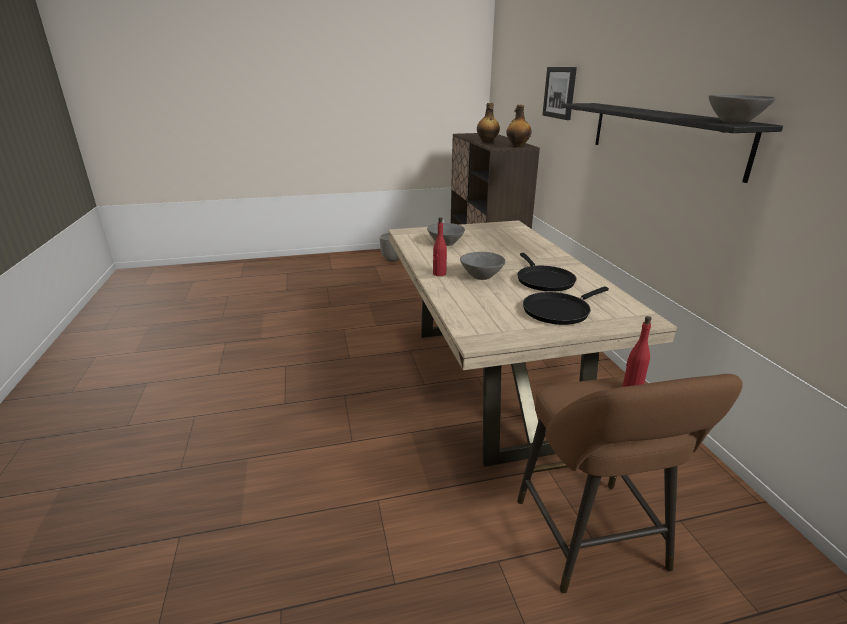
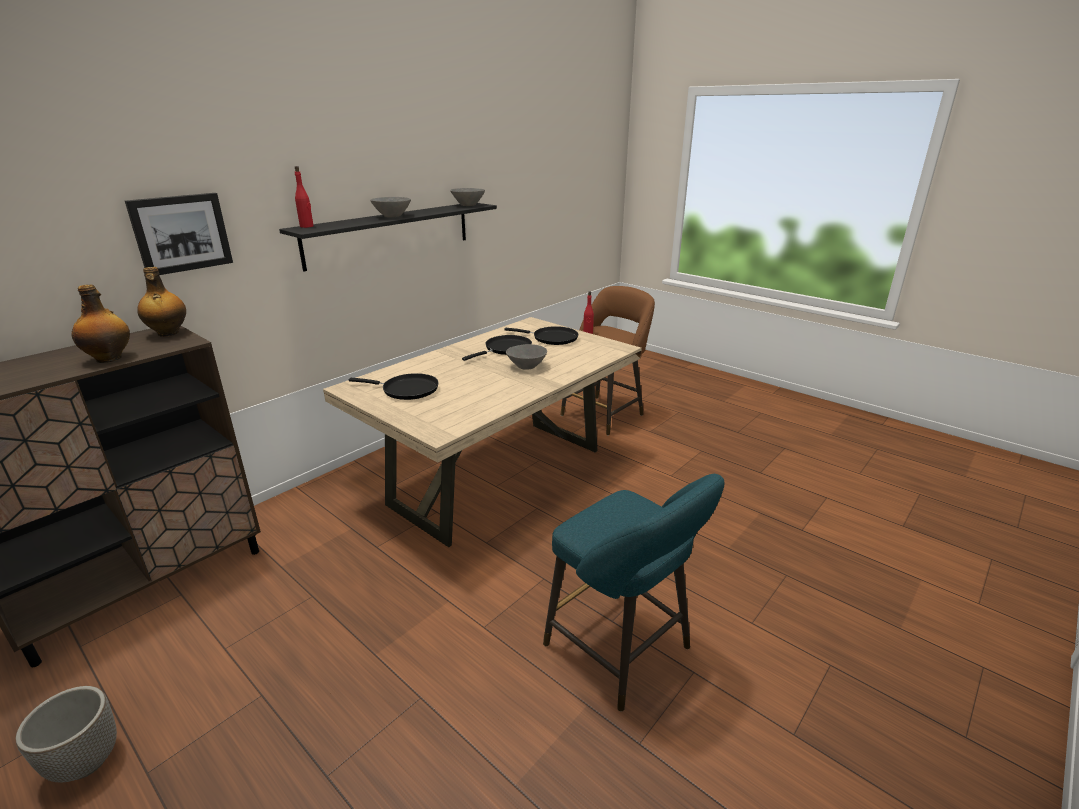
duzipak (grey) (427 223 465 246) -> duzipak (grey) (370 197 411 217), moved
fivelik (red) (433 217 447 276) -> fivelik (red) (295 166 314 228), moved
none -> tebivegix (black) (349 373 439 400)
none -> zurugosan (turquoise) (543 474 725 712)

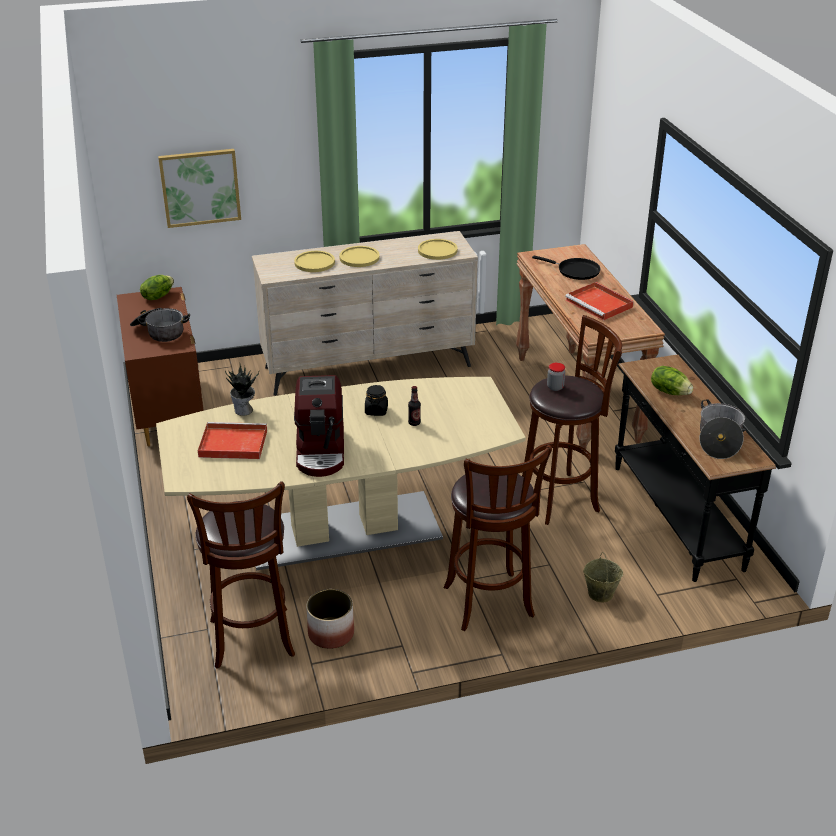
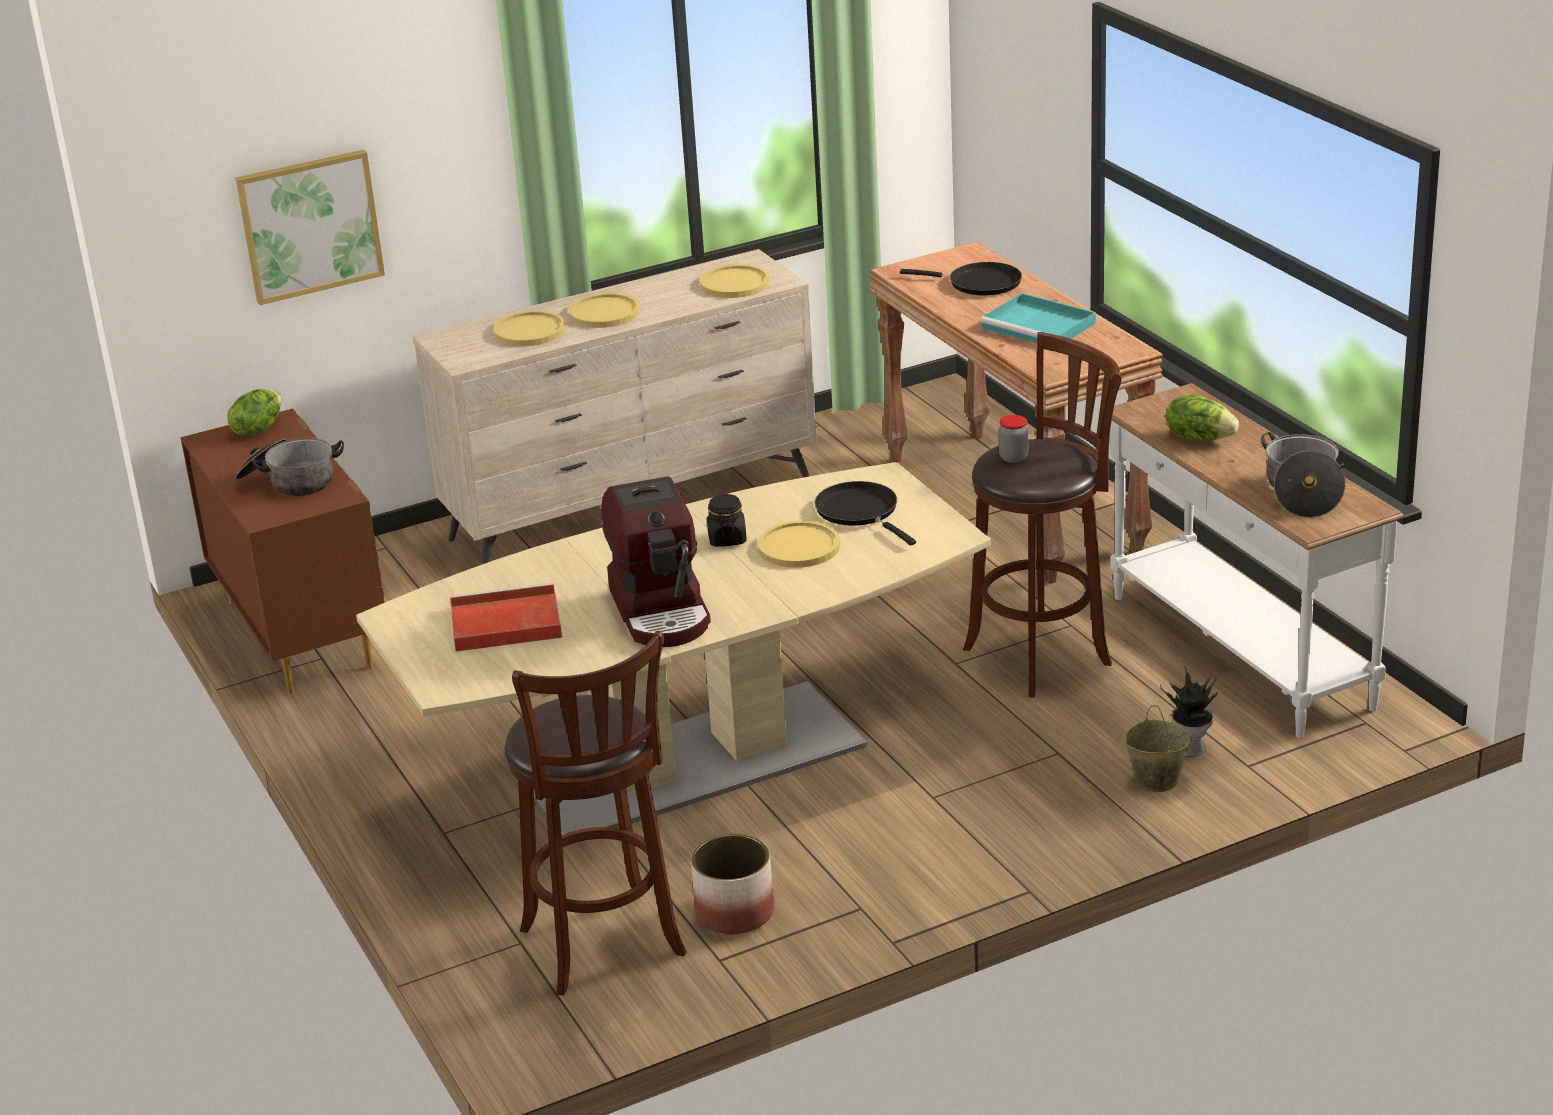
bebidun (225 365 259 416) -> bebidun (1160 667 1218 756), moved
fivelik (408 386 421 426) -> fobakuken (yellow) (758 521 840 568)
zurugosan (brown) (443 445 552 631) -> none
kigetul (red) (565 282 634 321) -> kigetul (turquoise) (980 293 1096 344)
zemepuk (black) (615 354 776 582) -> zemepuk (white) (1110 383 1404 738)
none -> tebivegix (black) (815 481 916 545)

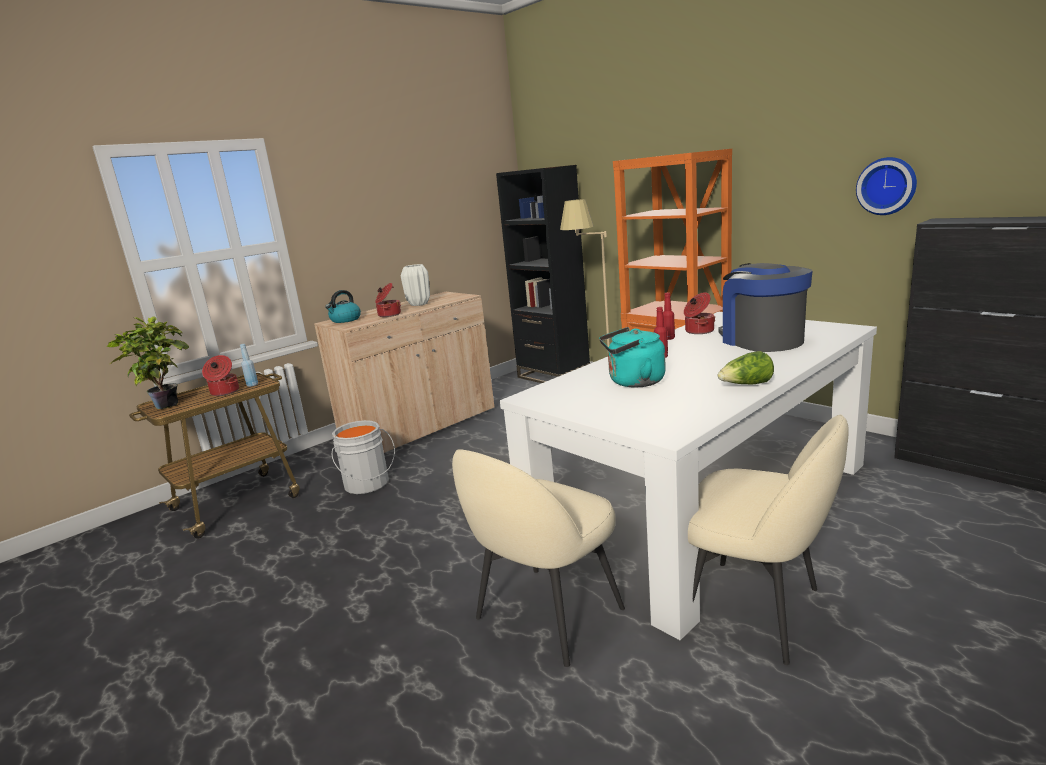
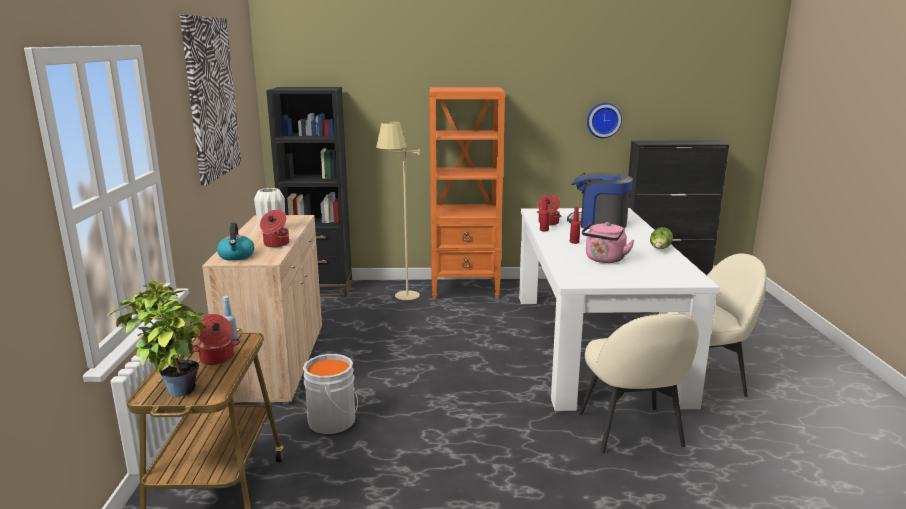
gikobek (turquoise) (599 327 666 388) -> gikobek (pink) (582 222 635 263)
none -> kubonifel (180 14 241 186)

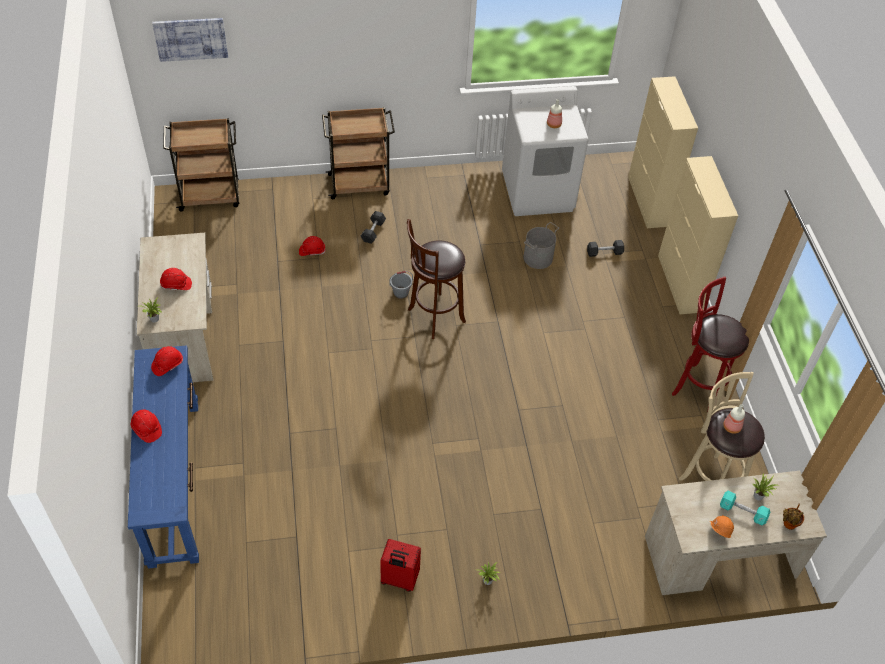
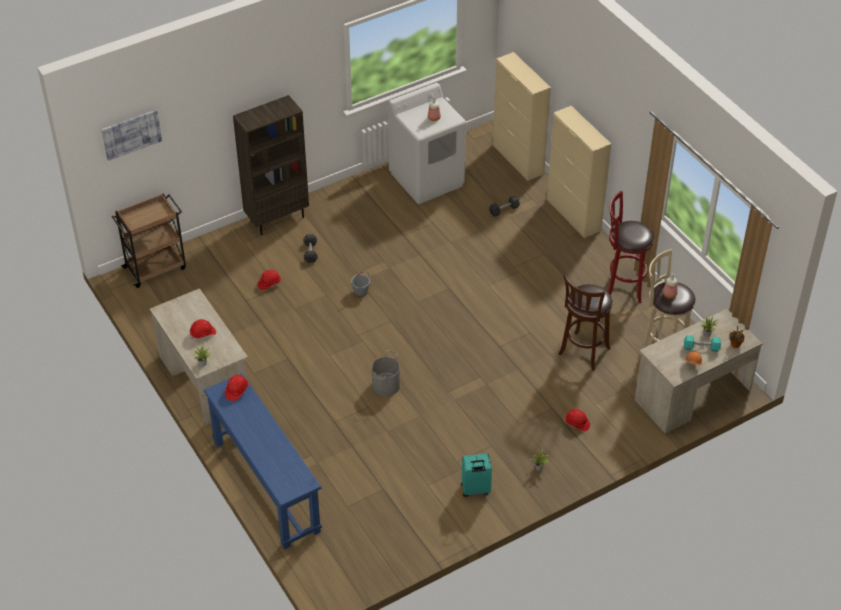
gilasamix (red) (131 409 162 443) -> gilasamix (red) (565 409 590 431), moved
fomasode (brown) (322 107 395 199) -> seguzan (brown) (233 95 309 235)
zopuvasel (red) (380 539 421 591) -> zopuvasel (turquoise) (461 453 492 497)
zurugosan (brown) (407 219 466 339) -> zurugosan (brown) (558 274 612 371), moved
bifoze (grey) (524 222 559 269) -> bifoze (grey) (372 350 400 396), moved

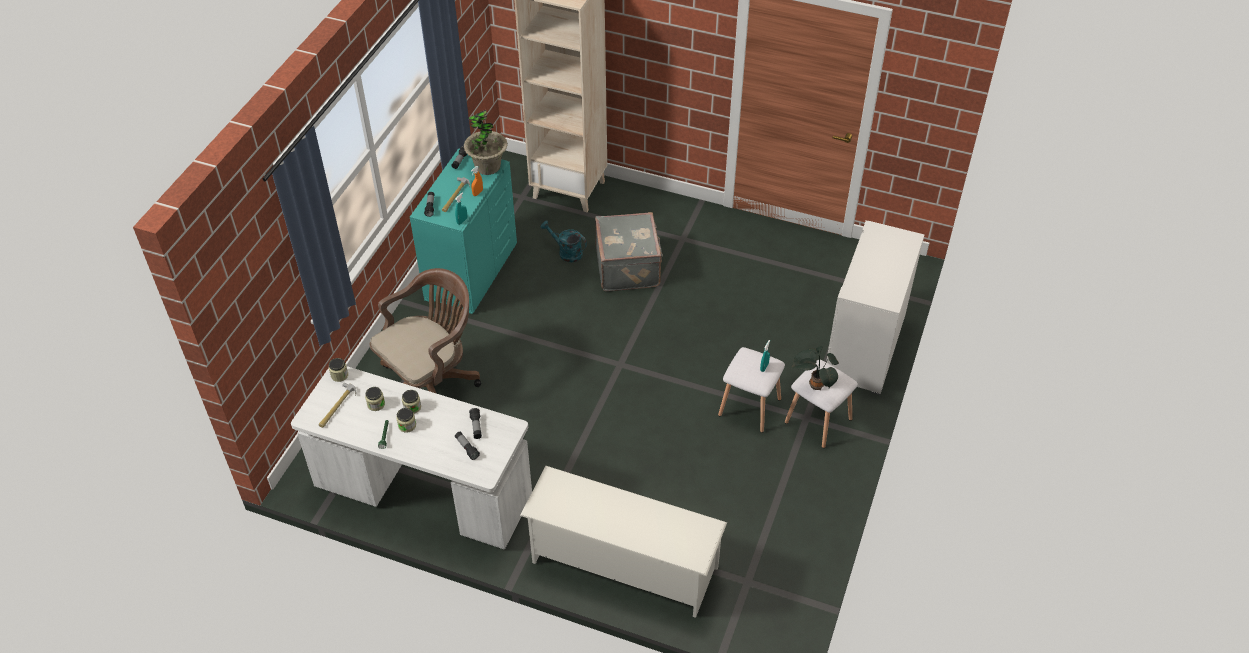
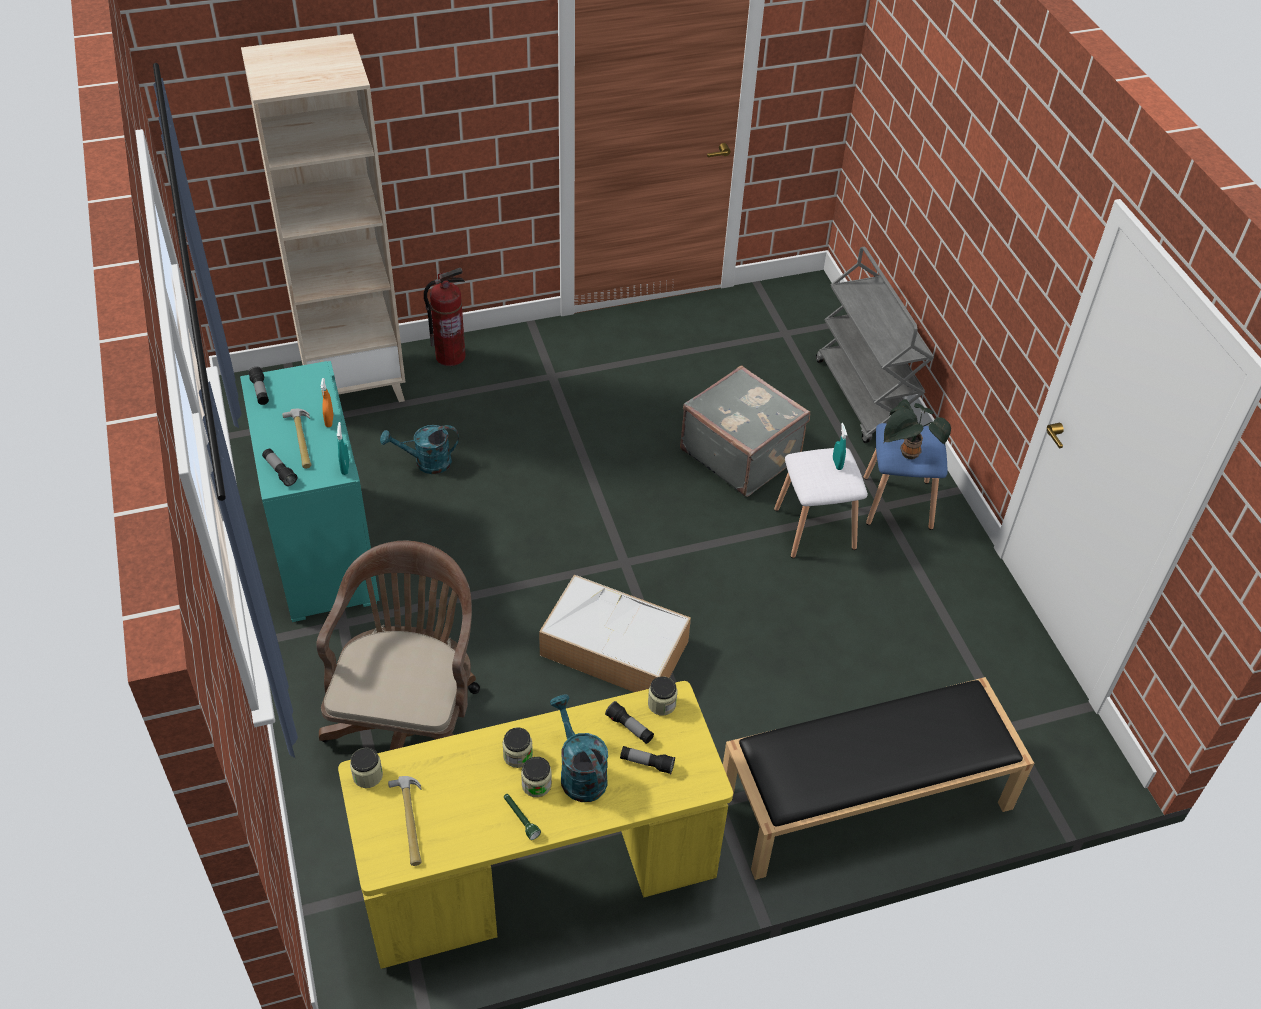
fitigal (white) (291 366 532 550) -> fitigal (yellow) (338 681 733 969)
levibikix (365 387 385 411) -> levibikix (648 676 677 716), moved
bebidun (464 110 508 175) -> none
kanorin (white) (520 466 727 618) -> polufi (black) (723 677 1034 880)
zopuvasel (grey) (595 212 663 291) -> zopuvasel (grey) (680 365 810 497), moved
zurugosan (white) (785 360 858 448) -> zurugosan (blue) (864 423 947 530)
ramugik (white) (826 220 924 395) -> fomasode (grey) (816 246 934 443)
none -> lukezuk (424 268 466 366)
none -> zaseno (539 575 691 692)
none -> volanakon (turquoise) (550 694 608 802)

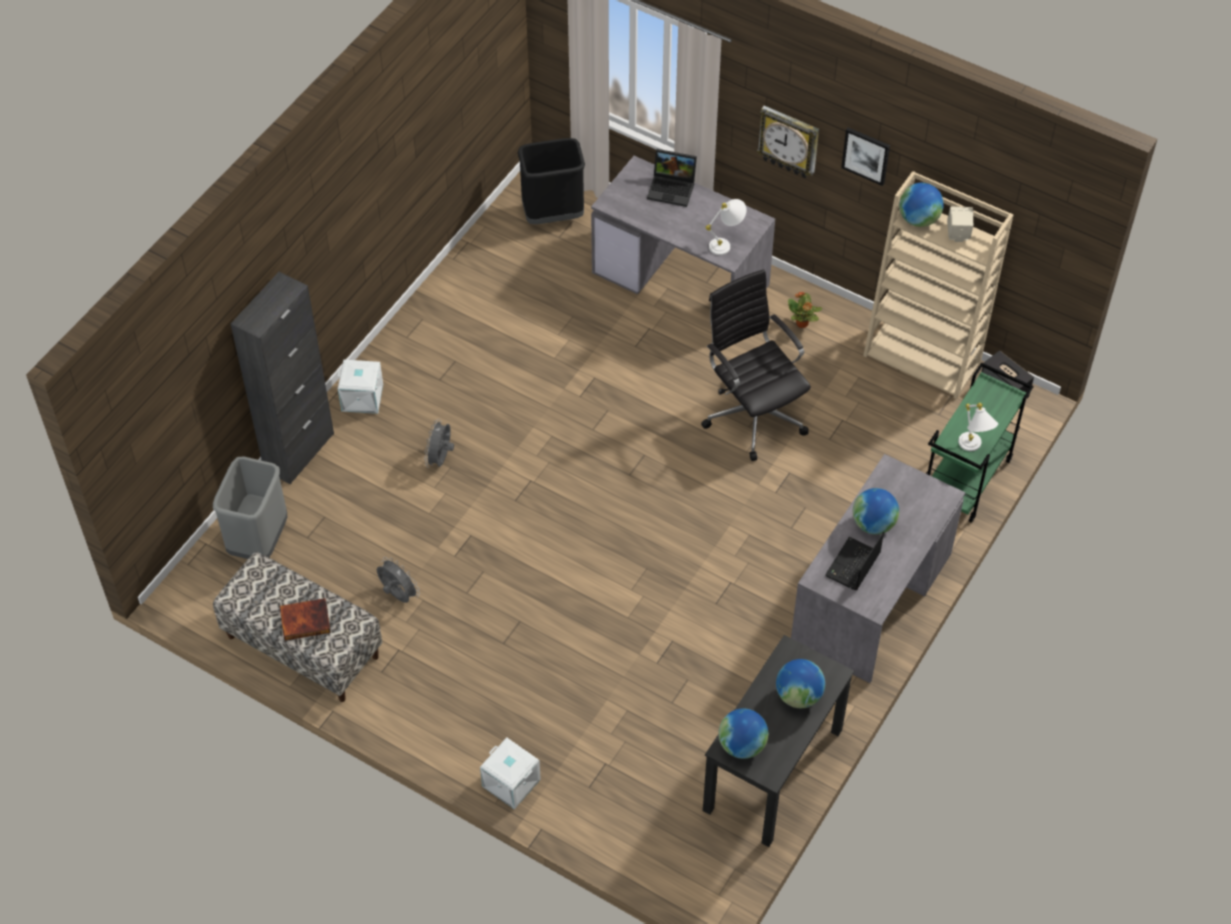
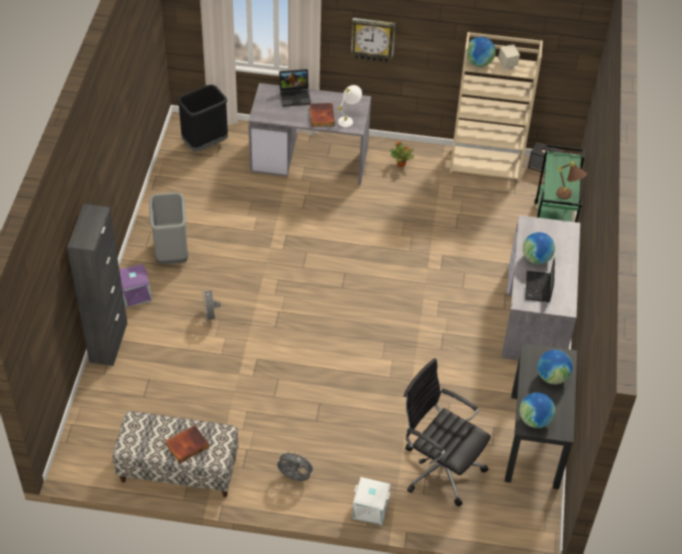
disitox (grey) (213 456 287 559) -> disitox (grey) (149 193 188 264), moved
zaseno (white) (337 360 383 414) -> zaseno (purple) (119 264 152 307)
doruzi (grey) (377 557 420 603) -> doruzi (grey) (277 450 315 481), moved
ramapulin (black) (701 269 811 461) -> ramapulin (black) (404 358 491 507), moved
kubonifel (841 127 890 186) -> none
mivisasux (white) (958 403 998 452) -> mivisasux (brown) (556 161 587 199)
none -> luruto (309 103 335 127)

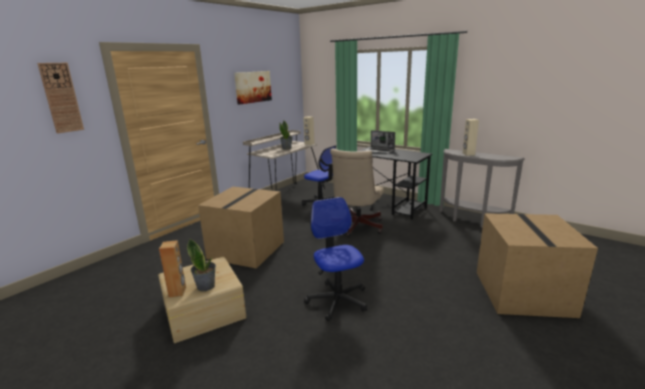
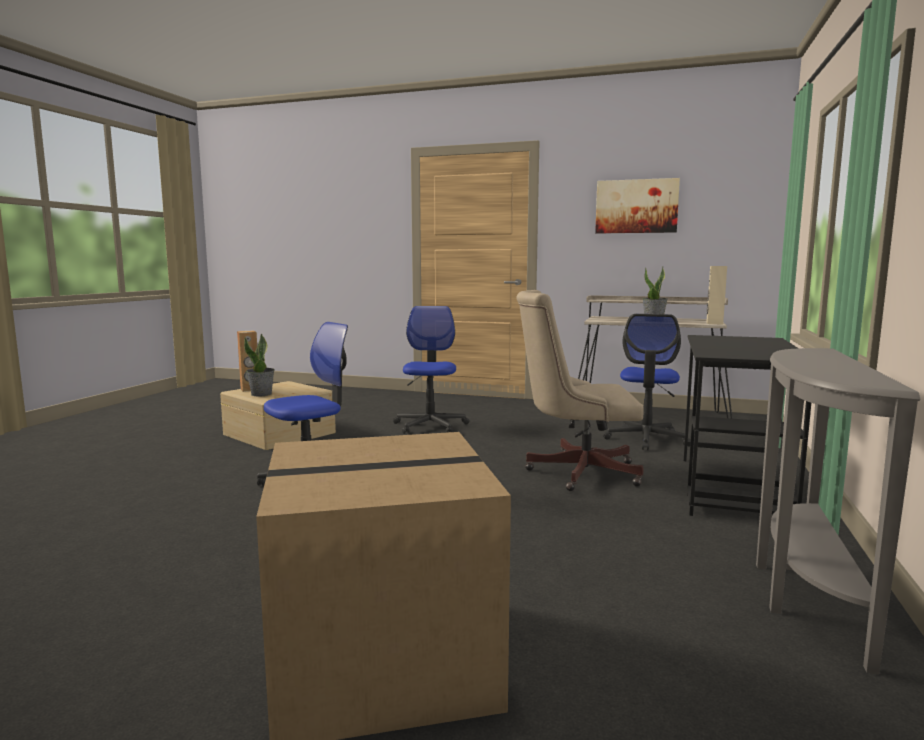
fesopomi (37 63 84 133) -> none
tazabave (198 187 284 269) -> ramapulin (393 306 469 434)
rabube (364 130 395 154) -> none
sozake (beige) (463 119 479 156) -> none

